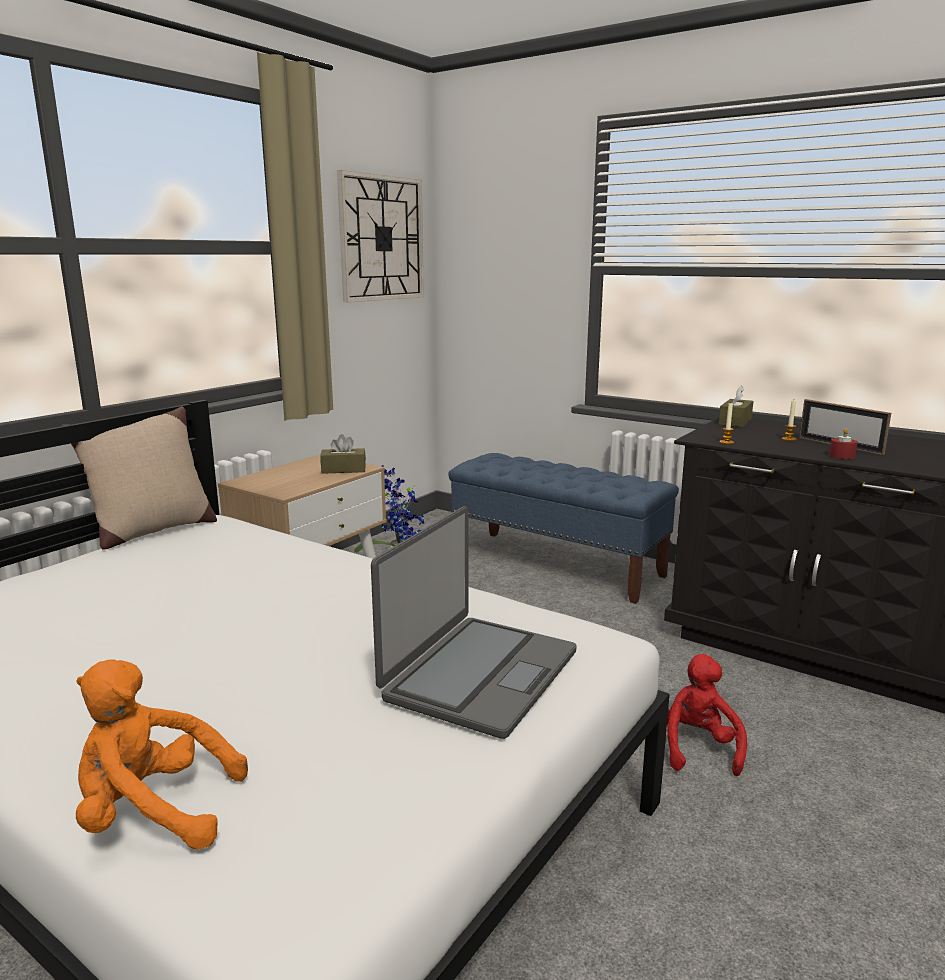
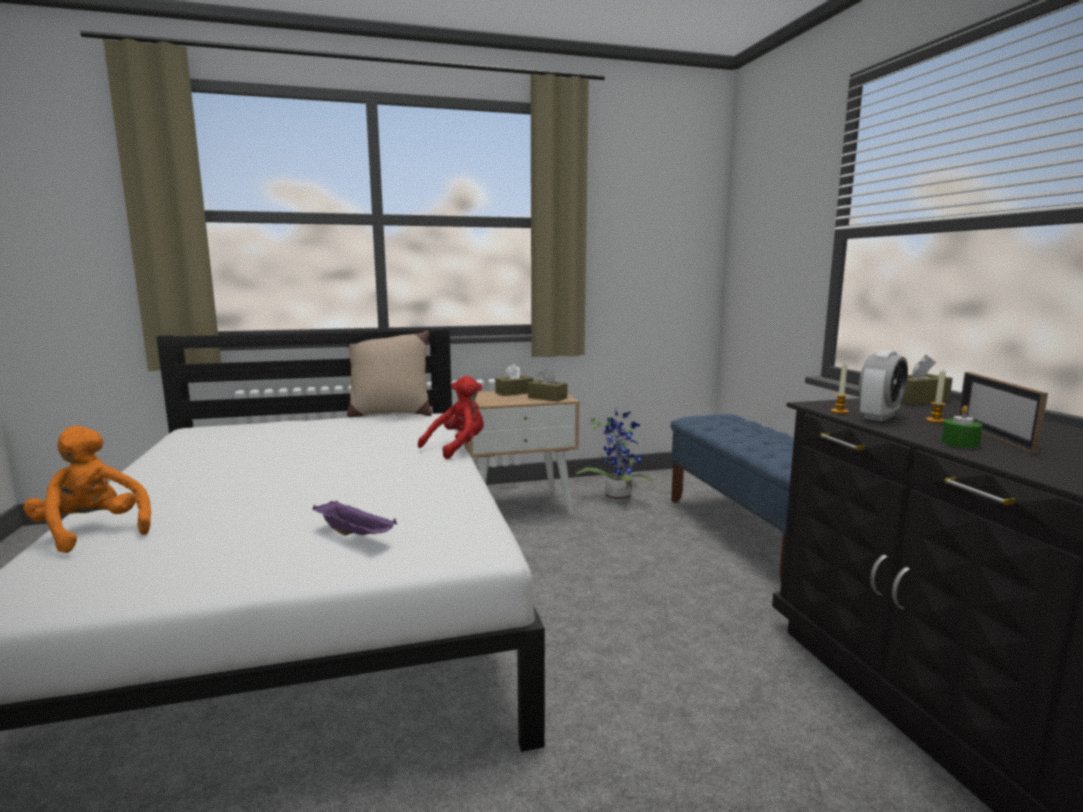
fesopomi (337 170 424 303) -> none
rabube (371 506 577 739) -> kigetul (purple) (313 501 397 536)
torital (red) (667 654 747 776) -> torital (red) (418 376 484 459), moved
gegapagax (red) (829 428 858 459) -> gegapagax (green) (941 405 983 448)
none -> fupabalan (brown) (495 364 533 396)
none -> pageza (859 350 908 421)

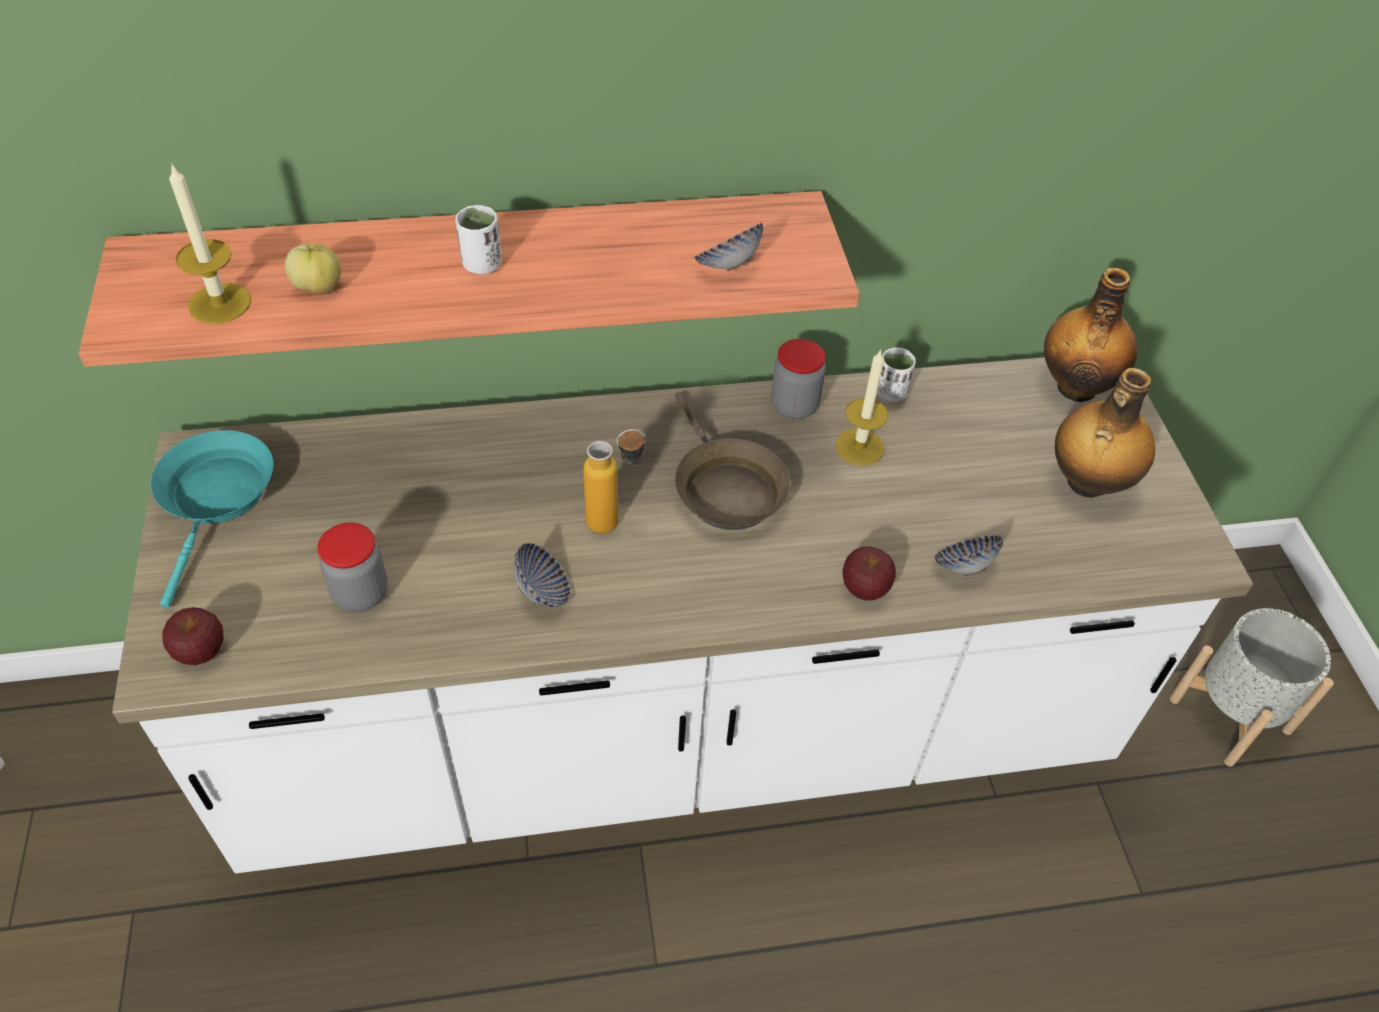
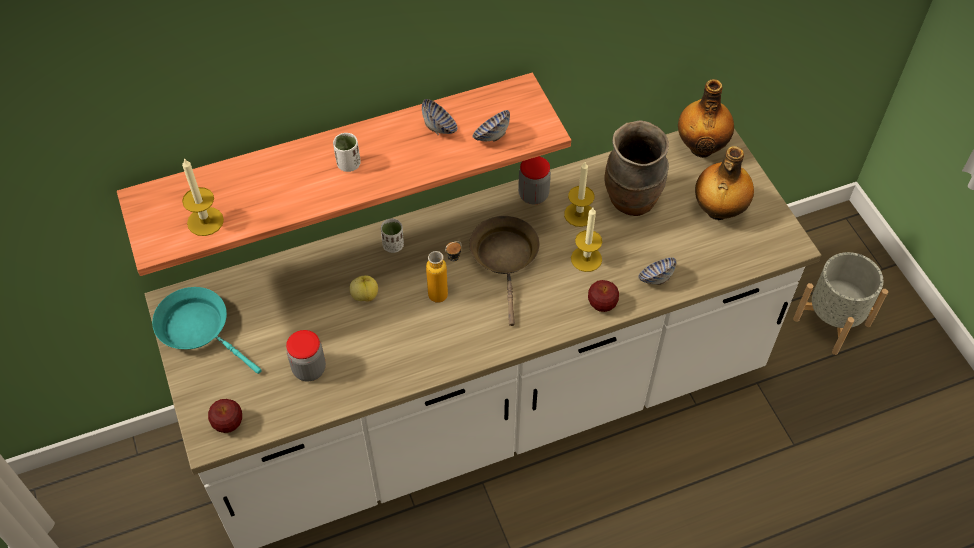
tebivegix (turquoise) (150 430 274 608) -> tebivegix (turquoise) (152 287 262 374), 45 degrees counterclockwise
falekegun (285 243 341 294) -> falekegun (349 275 378 302), moved
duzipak (514 543 571 607) -> duzipak (422 99 458 136), moved
tebivegix (brown) (675 392 791 530) -> tebivegix (brown) (469 216 540 326), 150 degrees counterclockwise
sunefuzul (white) (877 348 916 402) -> sunefuzul (white) (381 219 404 253), moved
none -> gegapagax (571 208 602 272)
none -> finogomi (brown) (604 120 669 216)

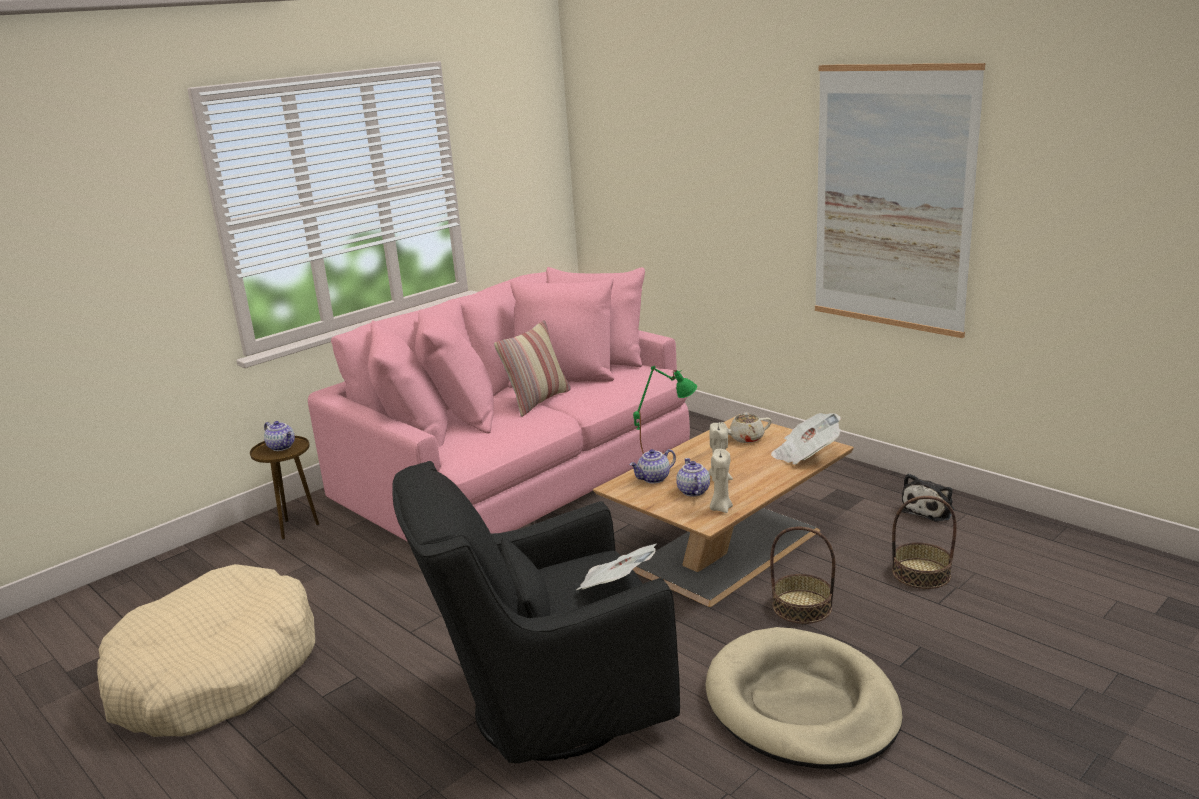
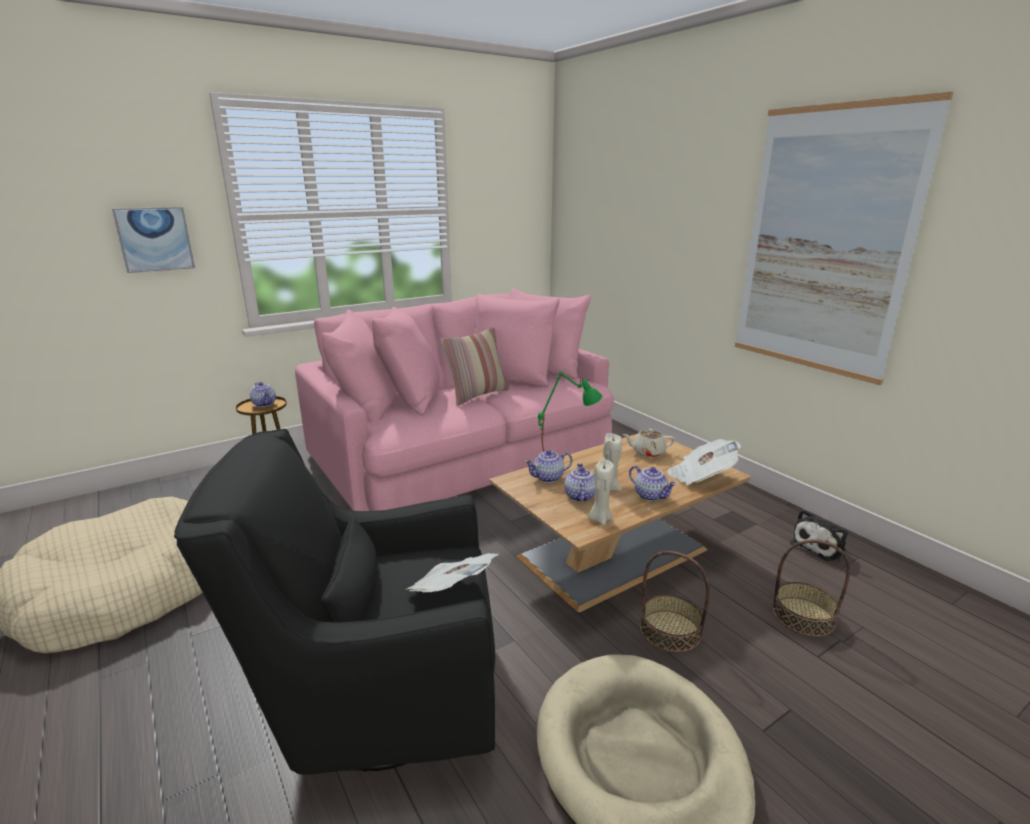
none -> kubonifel (112 207 195 273)
none -> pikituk (629 465 676 501)

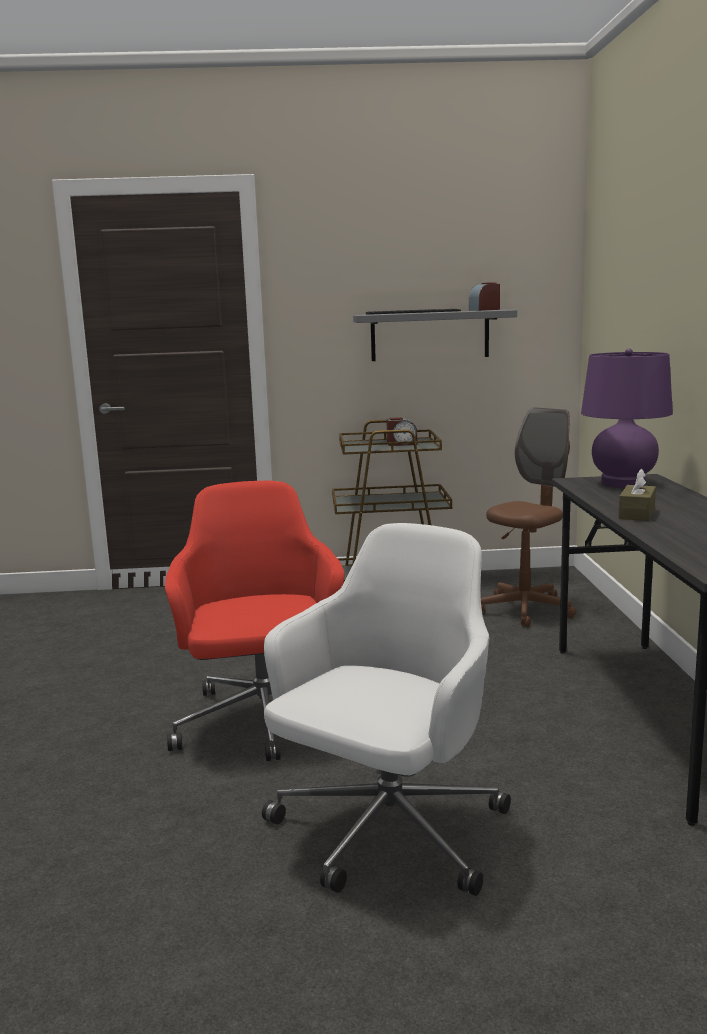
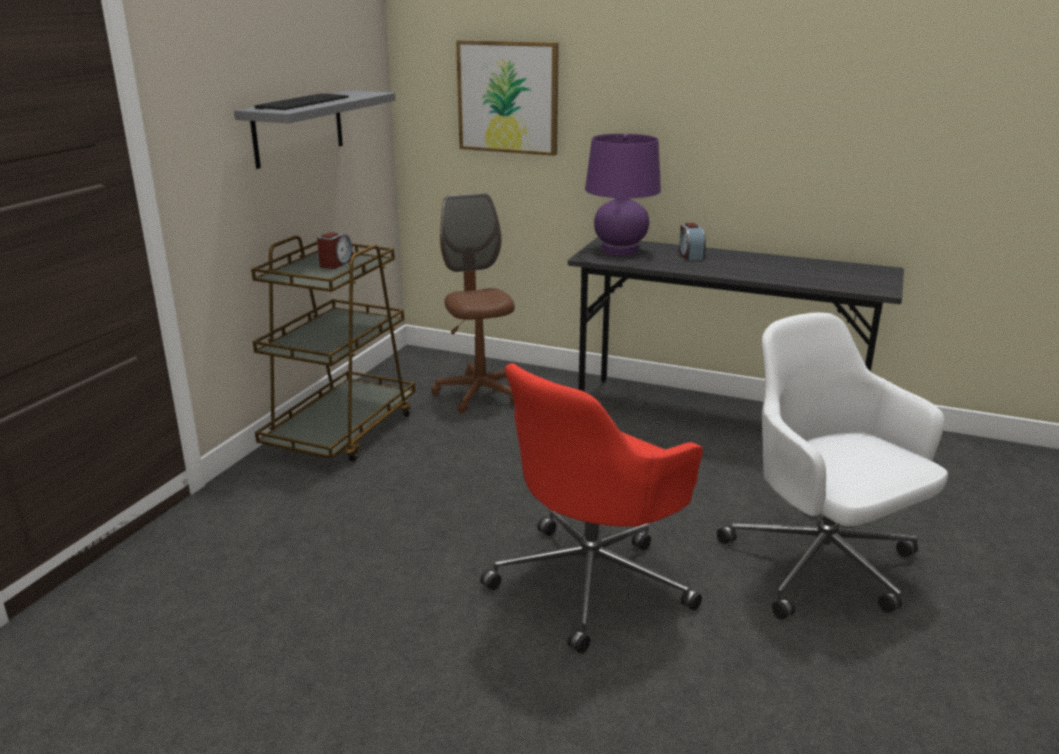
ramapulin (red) (165 481 344 761) -> ramapulin (red) (480 363 703 654), 60 degrees counterclockwise
pageza (469 282 500 311) -> pageza (679 223 706 260), moved
fupabalan (brown) (618 468 656 521) -> none
none -> kubonifel (456 40 559 156)

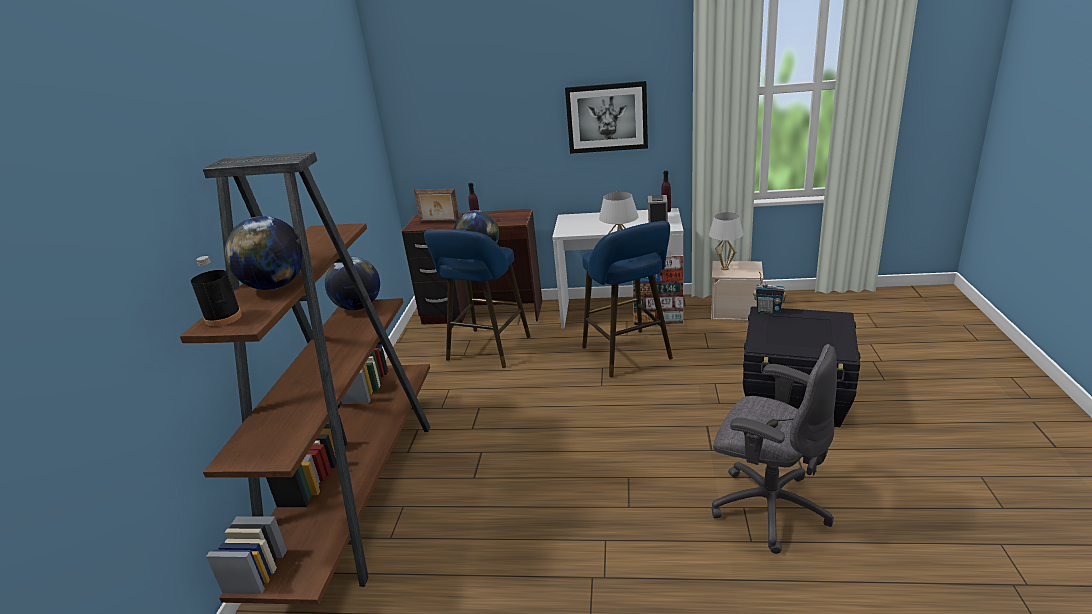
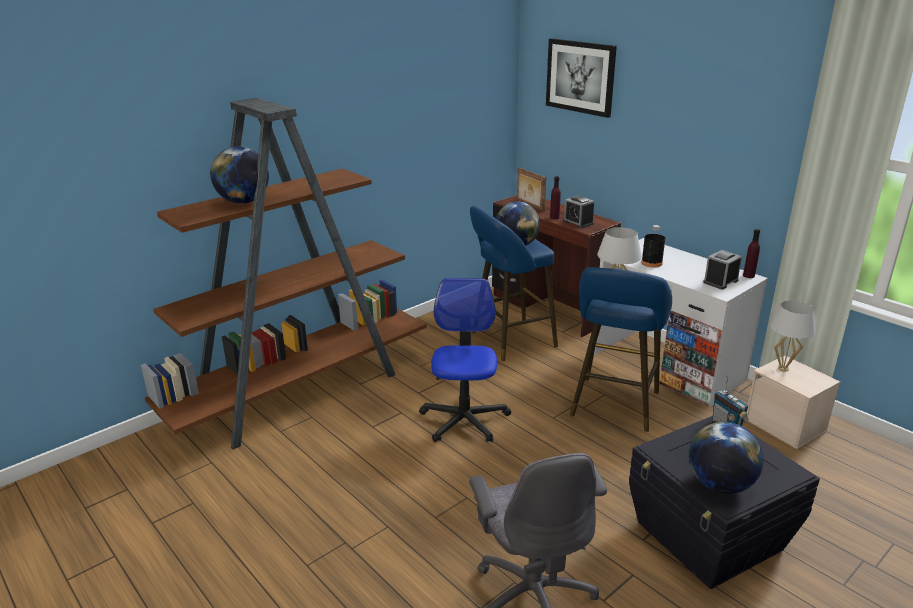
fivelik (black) (191 256 242 327) -> fivelik (black) (641 225 665 267), moved
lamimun (325 257 380 310) -> lamimun (689 422 764 494), moved
kubonifel (565 81 648 154) -> kubonifel (546 38 617 118), moved
none -> ramapulin (419 278 511 442)
none -> pageza (563 196 594 228)

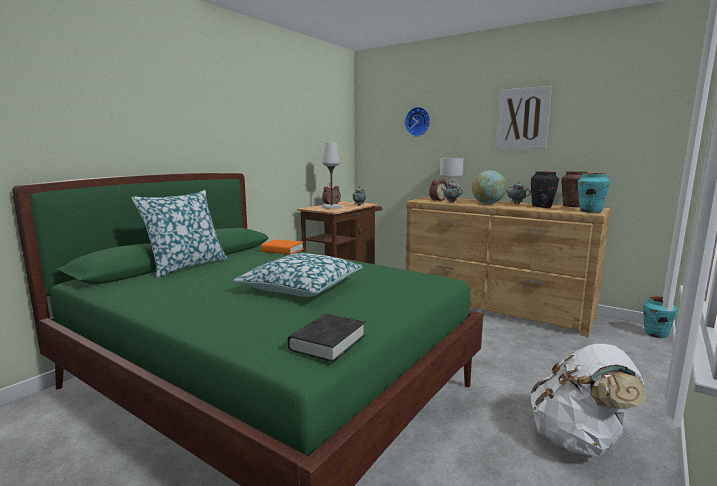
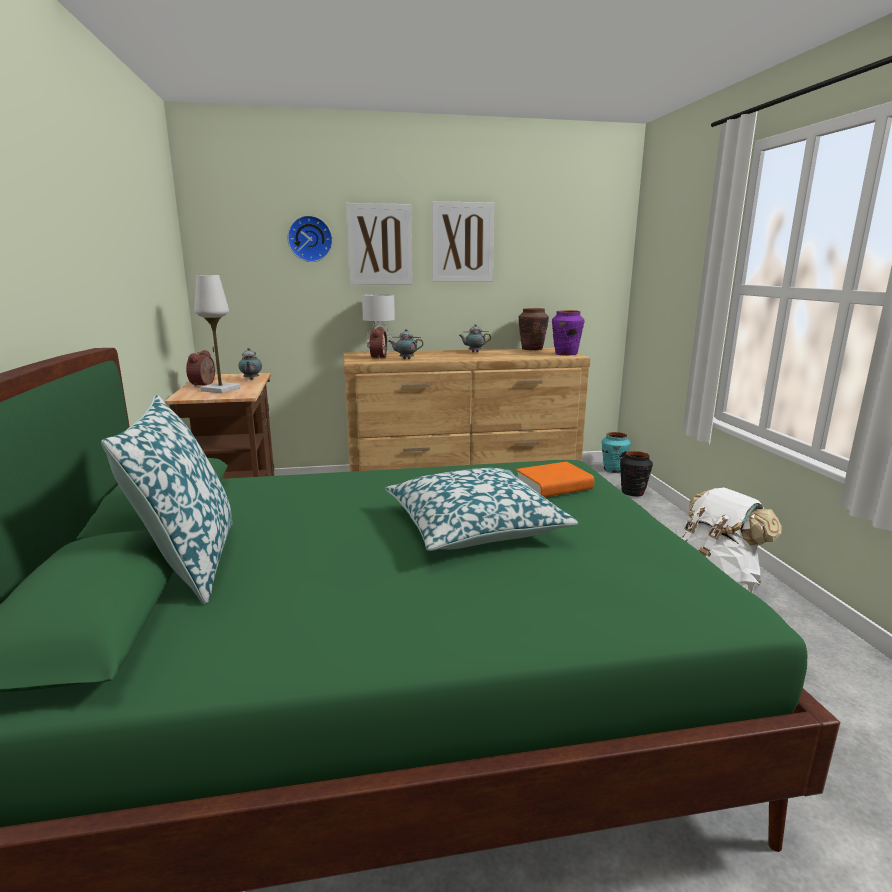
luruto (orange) (261 239 304 255) -> luruto (orange) (516 462 594 497), moved
luruto (black) (287 314 365 362) -> none
lamimun (472 170 507 204) -> none
finogomi (black) (531 171 559 208) -> finogomi (black) (620 451 653 497), moved
finogomi (turquoise) (578 173 610 213) -> finogomi (purple) (552 310 585 356)
none -> kubonifel (346 203 413 285)

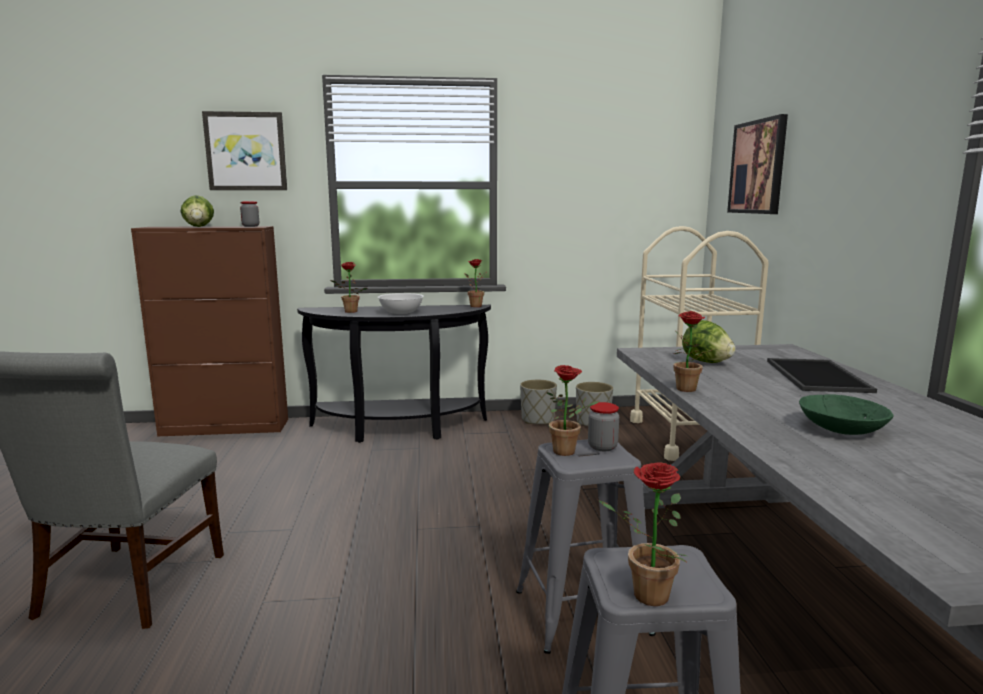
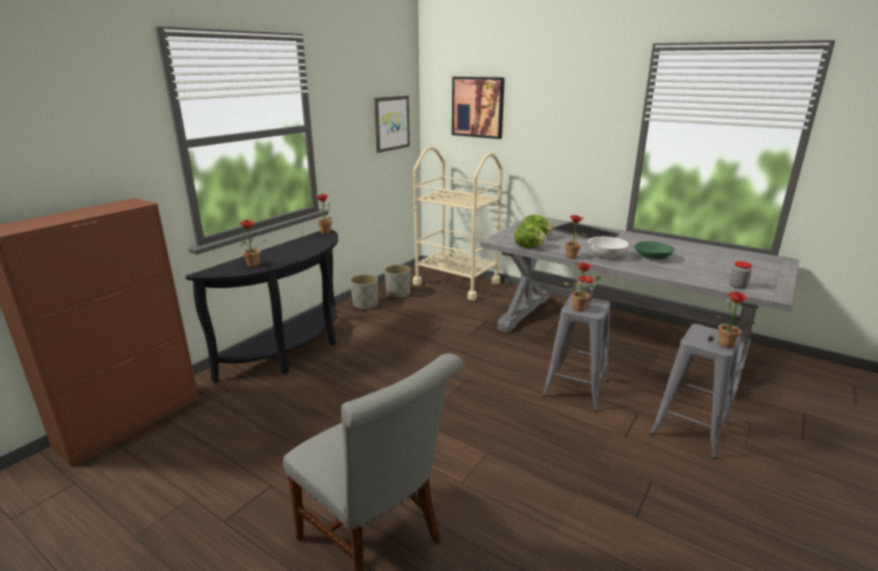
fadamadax (180 195 214 227) -> fadamadax (514 222 547 248), moved
kubonifel (202 111 287 190) -> kubonifel (374 95 410 153), moved
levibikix (240 201 259 227) -> levibikix (729 261 752 289), moved
duzipak (white) (378 293 424 314) -> duzipak (white) (588 237 629 258), moved

